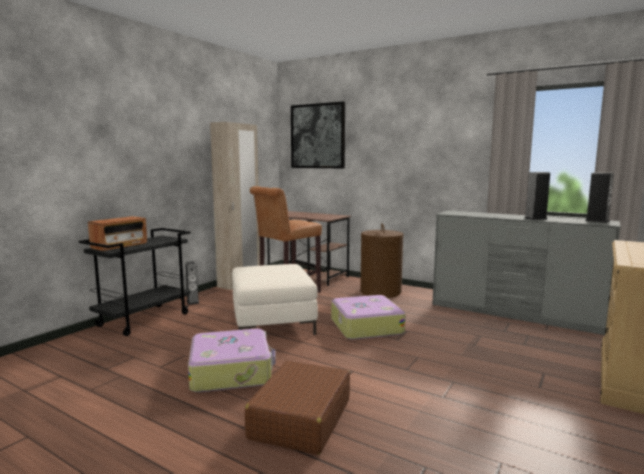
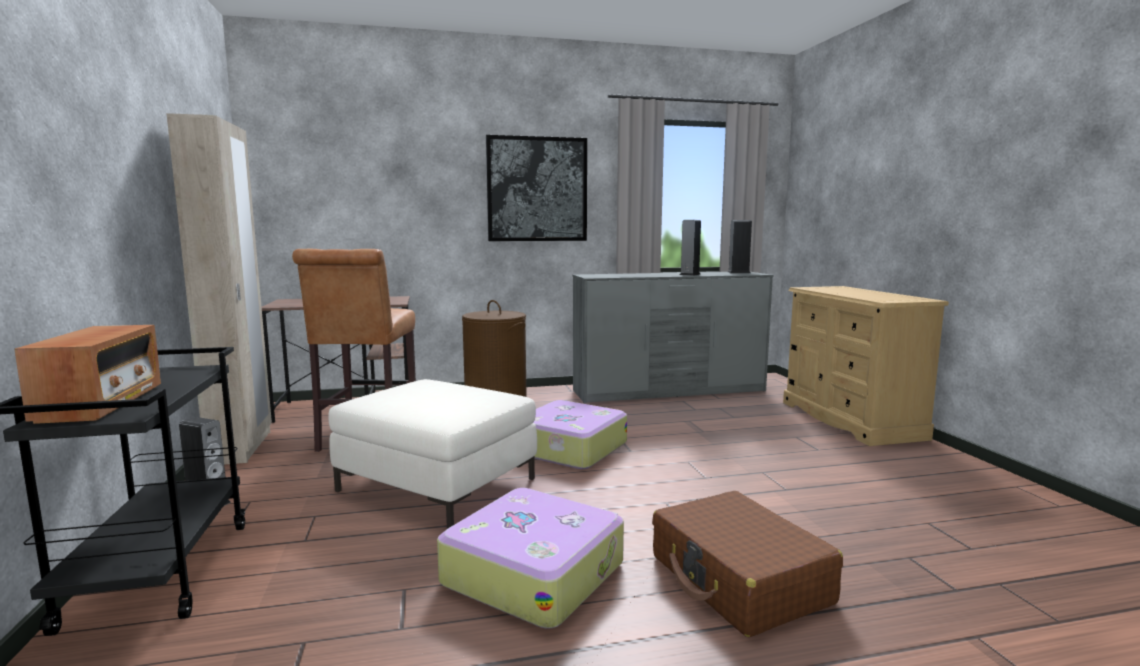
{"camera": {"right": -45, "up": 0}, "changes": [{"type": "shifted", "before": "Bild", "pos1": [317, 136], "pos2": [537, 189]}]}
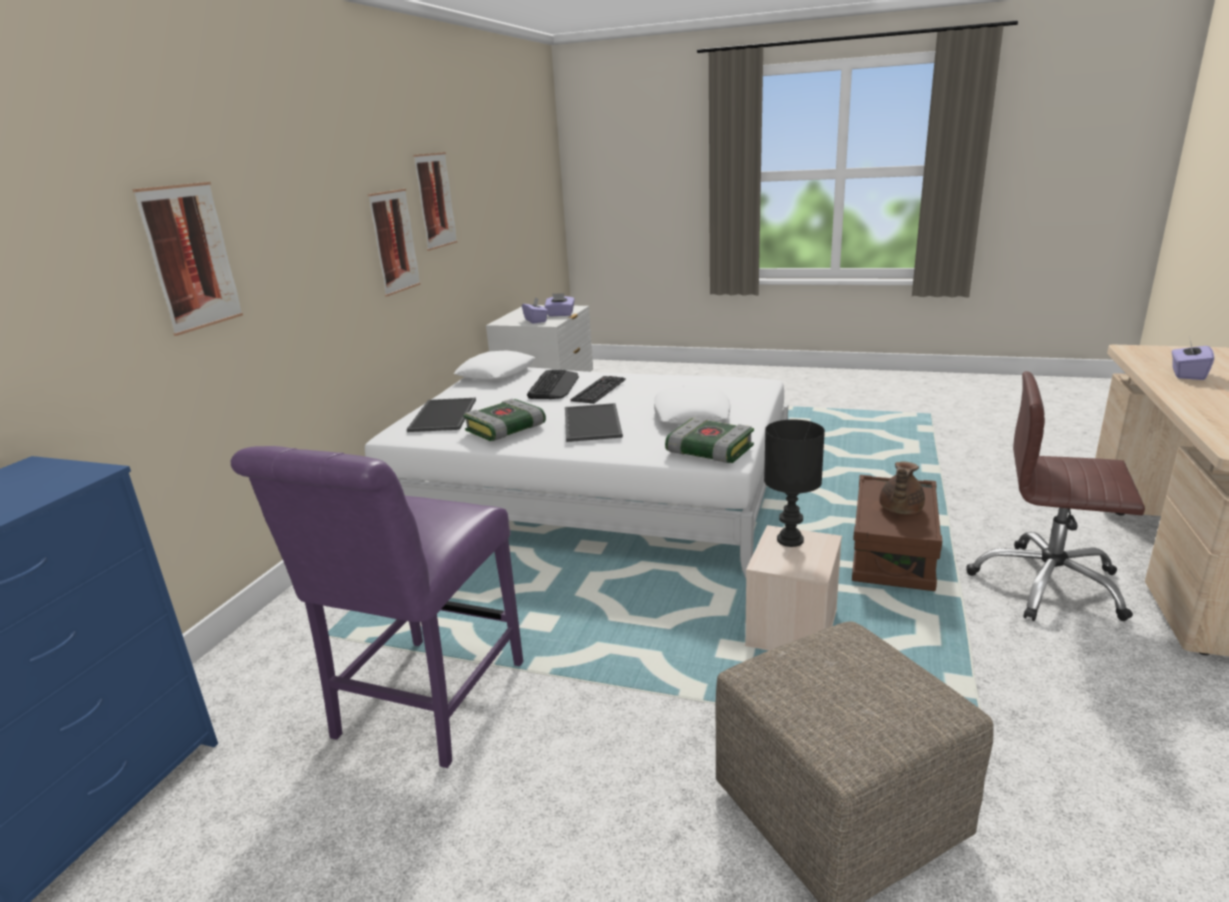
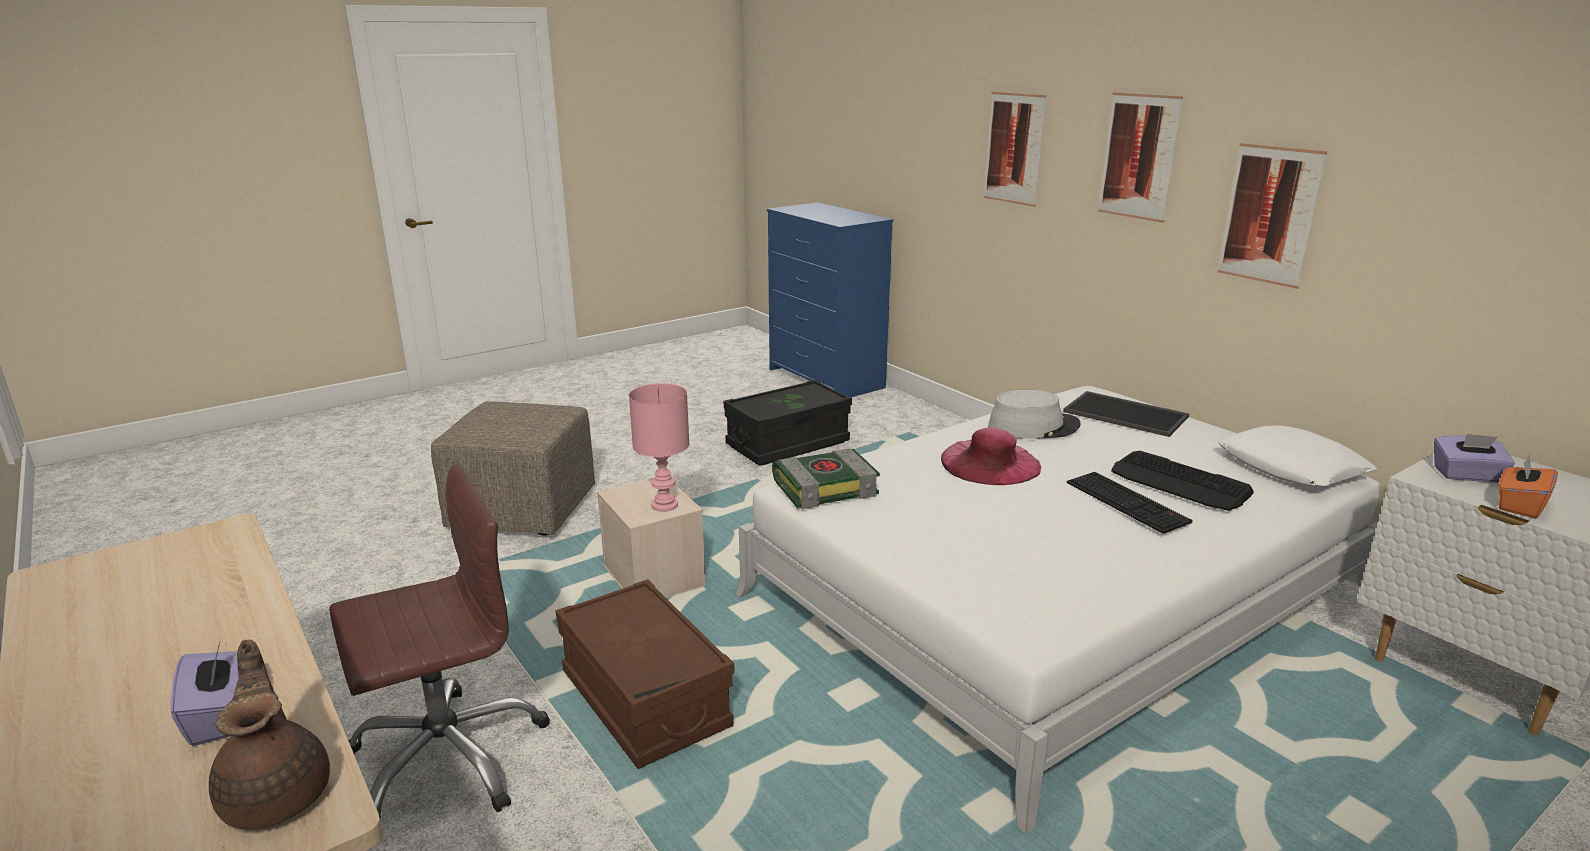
{"camera": {"right": 125, "up": 0}, "changes": [{"type": "shifted", "before": "Bild", "pos1": [435, 201], "pos2": [1139, 156]}, {"type": "repainted", "before": "Taschentuchbox [lila]", "after": "Taschentuchbox [orange]", "pos1": [560, 314], "pos2": [1519, 505]}, {"type": "gone", "before": "Kissen [weiß]", "pos1": [691, 414]}, {"type": "swapped", "before": "Buch", "after": "Hut [grau]", "pos1": [505, 429], "pos2": [1033, 426]}, {"type": "swapped", "before": "Tablett", "after": "Hut [rosa]", "pos1": [593, 423], "pos2": [990, 462]}, {"type": "repainted", "before": "Tischlampe [schwarz]", "after": "Tischlampe [rosa]", "pos1": [789, 540], "pos2": [665, 505]}, {"type": "swapped", "before": "Stuhl [lila]", "after": "Aufbewahrungsbox [schwarz]", "pos1": [423, 706], "pos2": [788, 444]}, {"type": "shifted", "before": "Teekanne [braun]", "pos1": [899, 510], "pos2": [278, 793]}]}
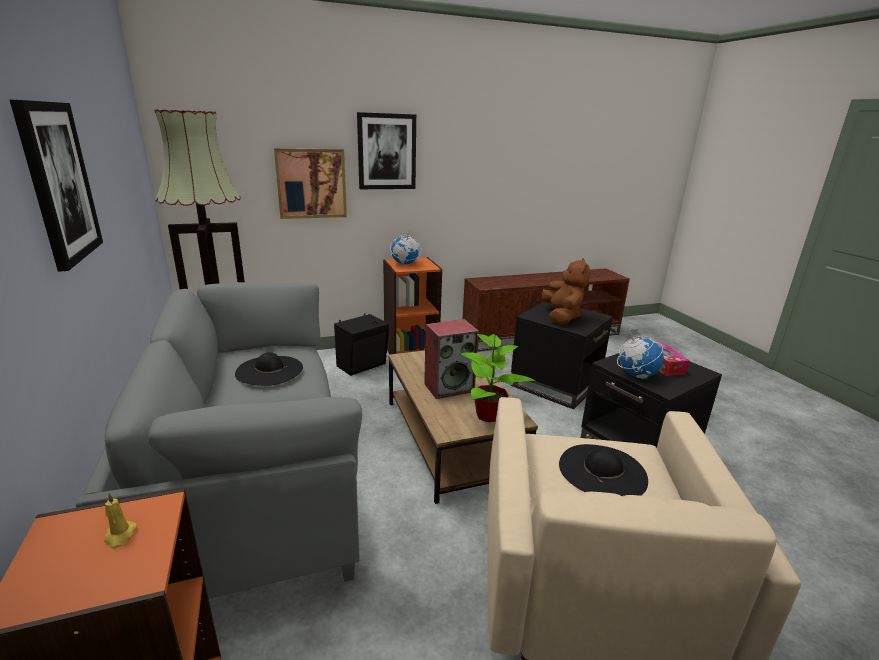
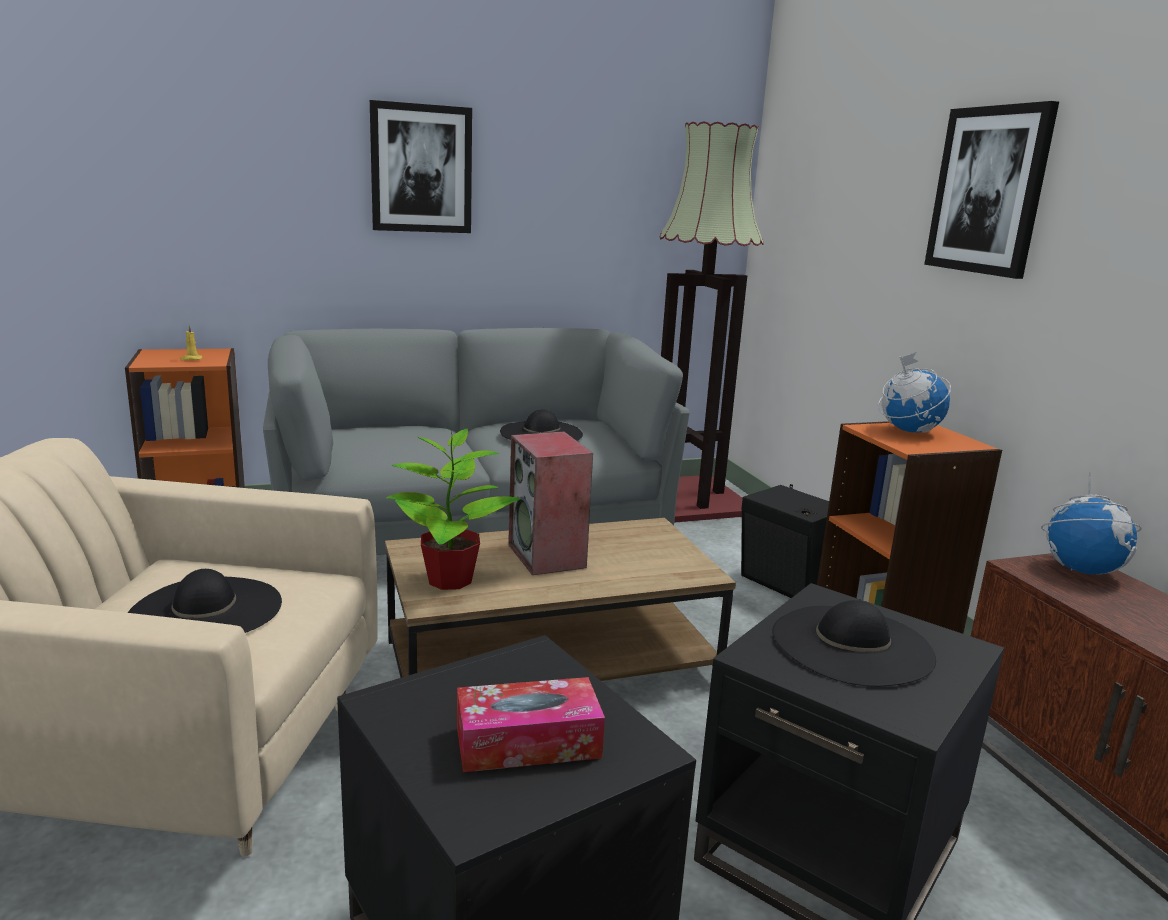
{"camera": {"right": 90, "up": -5}, "changes": [{"type": "gone", "before": "Bild", "pos1": [311, 183]}, {"type": "swapped", "before": "Plüschtier [braun]", "after": "Hut [schwarz]", "pos1": [561, 317], "pos2": [851, 645]}, {"type": "shifted", "before": "Globus", "pos1": [636, 375], "pos2": [1082, 570]}]}
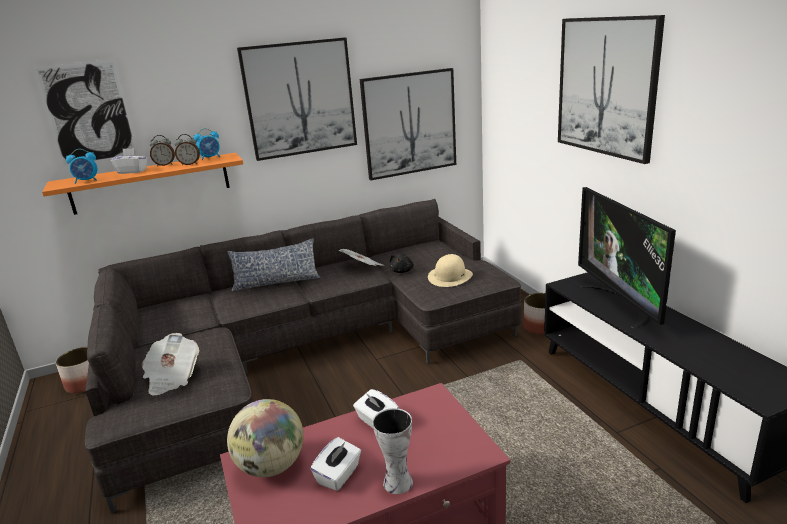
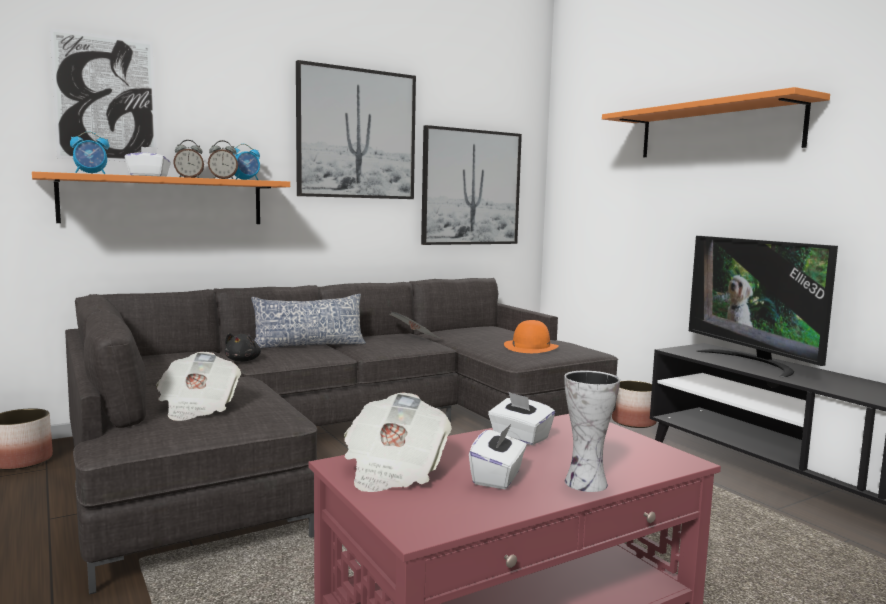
{"camera": {"right": -10, "up": -15}, "changes": [{"type": "swapped", "before": "Bild", "after": "Wandregal [orange]", "pos1": [606, 87], "pos2": [717, 130]}, {"type": "shifted", "before": "Plüschtier [schwarz]", "pos1": [402, 271], "pos2": [243, 360]}, {"type": "repainted", "before": "Hut [beige]", "after": "Hut [orange]", "pos1": [450, 276], "pos2": [531, 347]}, {"type": "swapped", "before": "Globus", "after": "Zeitung", "pos1": [271, 466], "pos2": [393, 470]}]}
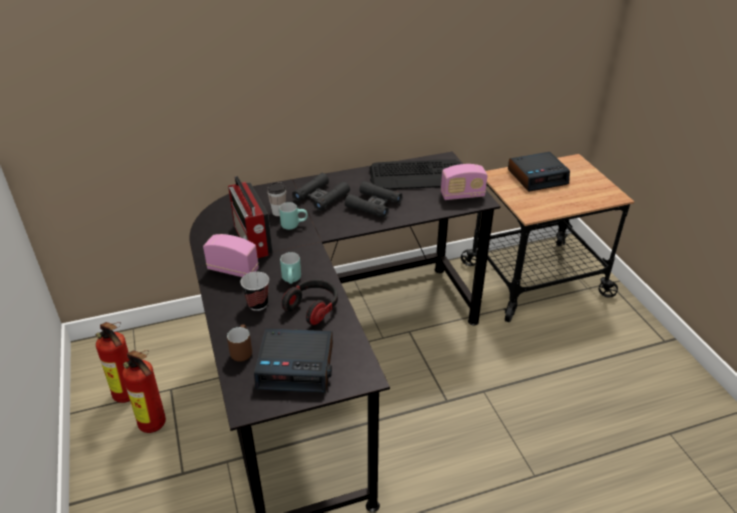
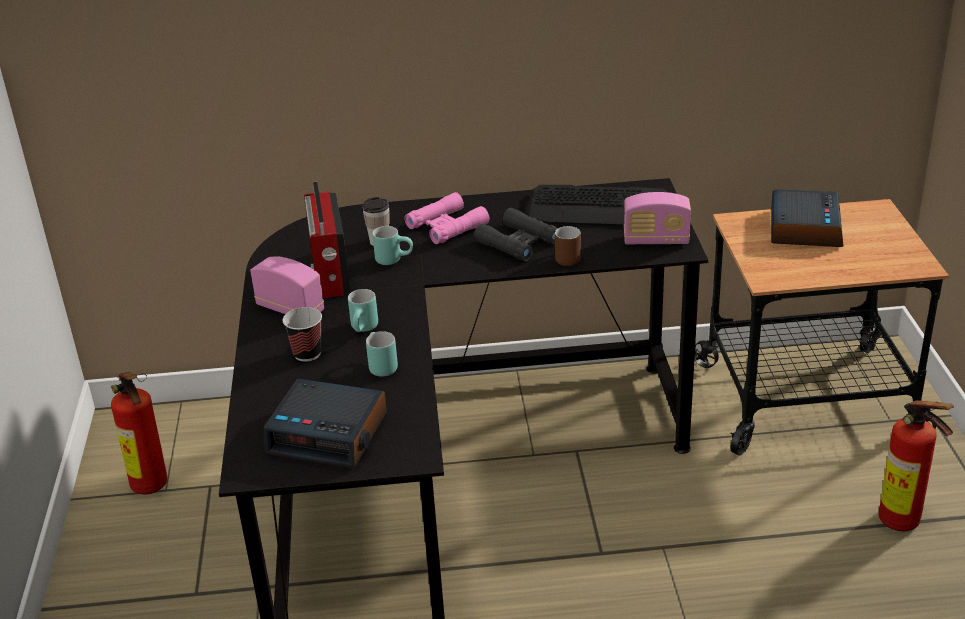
{"camera": {"right": 15, "up": -5}, "changes": [{"type": "rotated", "before": "Wecker", "pos1": [537, 177], "pos2": [804, 228], "turn": -75}, {"type": "repainted", "before": "Fernglas [schwarz]", "after": "Fernglas [rosa]", "pos1": [321, 197], "pos2": [447, 226]}, {"type": "swapped", "before": "Kopfhörer", "after": "Henkelbecher [türkis]", "pos1": [313, 308], "pos2": [379, 366]}, {"type": "shifted", "before": "Henkelbecher [braun]", "pos1": [241, 350], "pos2": [567, 257]}, {"type": "shifted", "before": "Feuerlöscher", "pos1": [154, 426], "pos2": [903, 524]}]}
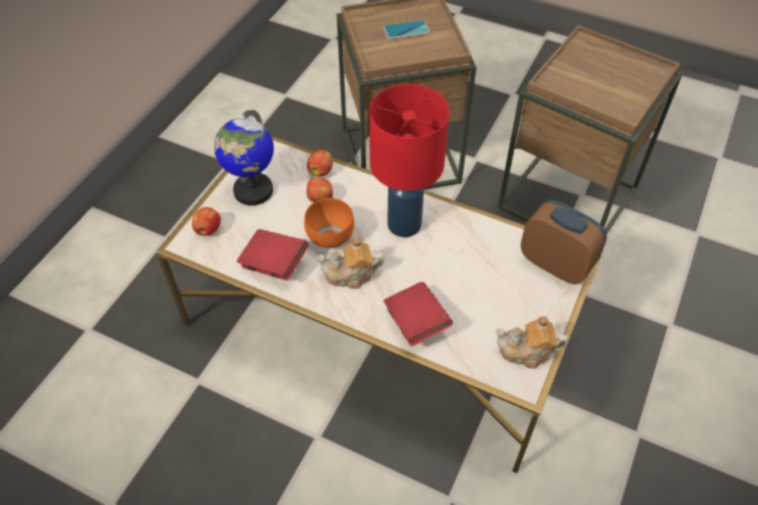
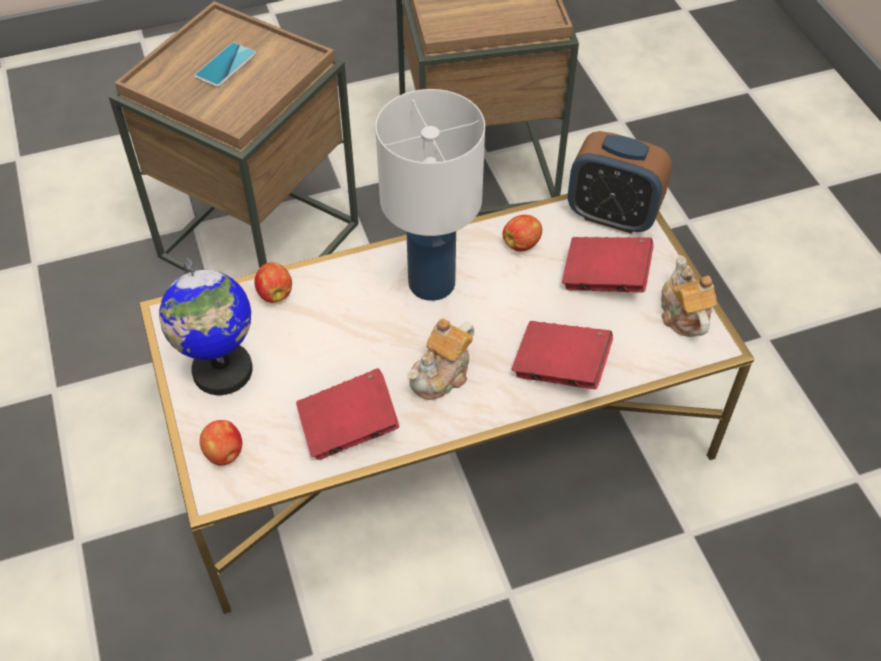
{"camera": {"right": -45, "up": 0}, "changes": [{"type": "repainted", "before": "Tischlampe [rot]", "after": "Tischlampe [weiß]", "pos1": [404, 223], "pos2": [430, 282]}, {"type": "shifted", "before": "Apfel", "pos1": [320, 199], "pos2": [522, 244]}, {"type": "gone", "before": "Schüssel [orange]", "pos1": [328, 237]}, {"type": "rotated", "before": "Wecker", "pos1": [555, 264], "pos2": [612, 215], "turn": -150}, {"type": "rotated", "before": "Teekanne", "pos1": [526, 352], "pos2": [683, 315], "turn": 120}, {"type": "new", "after": "Buch [rot]", "pos2": [605, 278]}]}
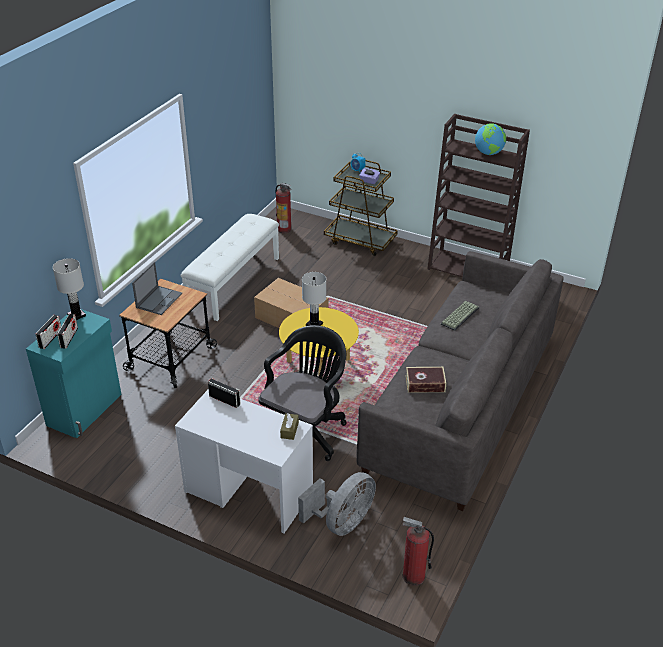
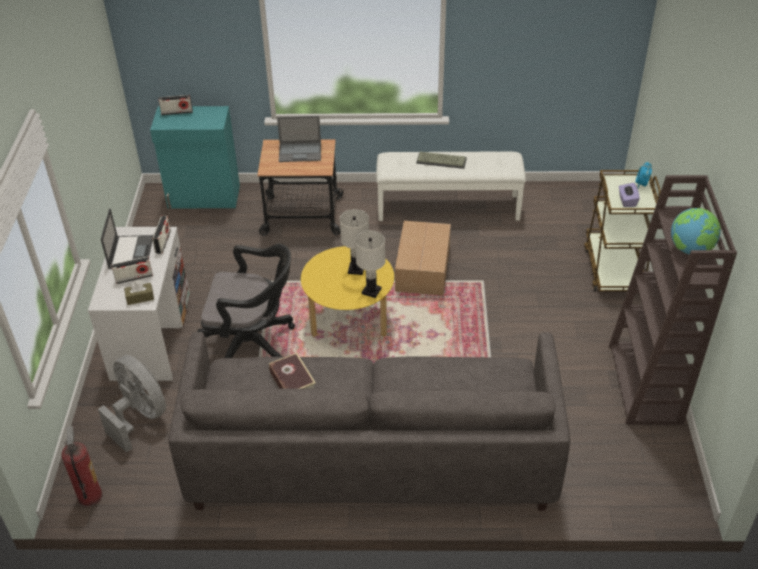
{"camera": {"right": 65, "up": 5}, "changes": [{"type": "gone", "before": "Feuerlöscher", "pos1": [284, 229]}, {"type": "shifted", "before": "Tischlampe [weiß]", "pos1": [76, 315], "pos2": [371, 291]}, {"type": "shifted", "before": "Tastatur", "pos1": [459, 315], "pos2": [442, 160]}, {"type": "shifted", "before": "Radio", "pos1": [69, 338], "pos2": [134, 278]}, {"type": "rotated", "before": "Ventilator [grau]", "pos1": [342, 522], "pos2": [139, 416], "turn": -150}, {"type": "new", "after": "Laptop", "pos2": [131, 252]}]}
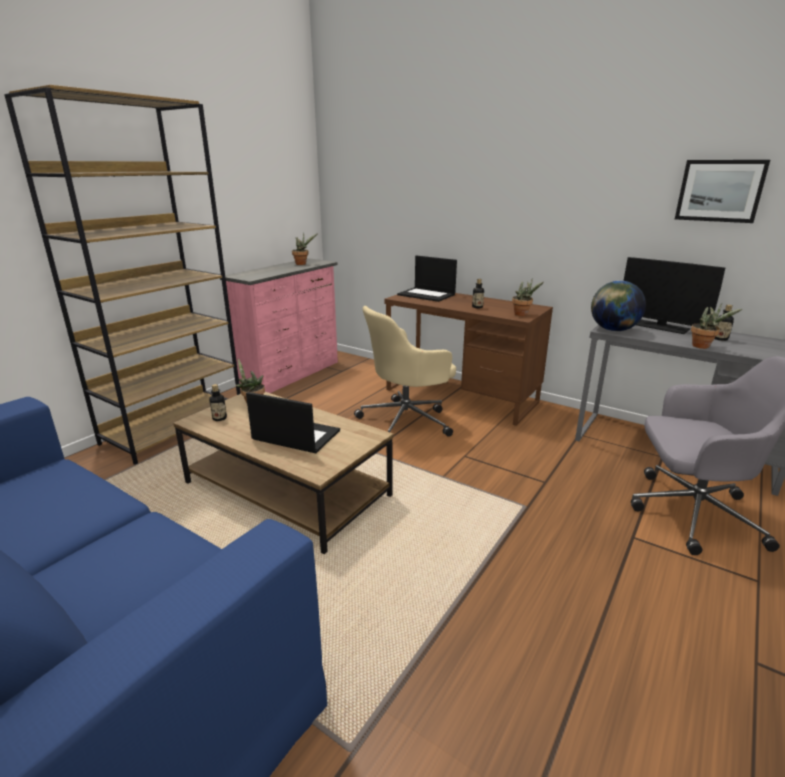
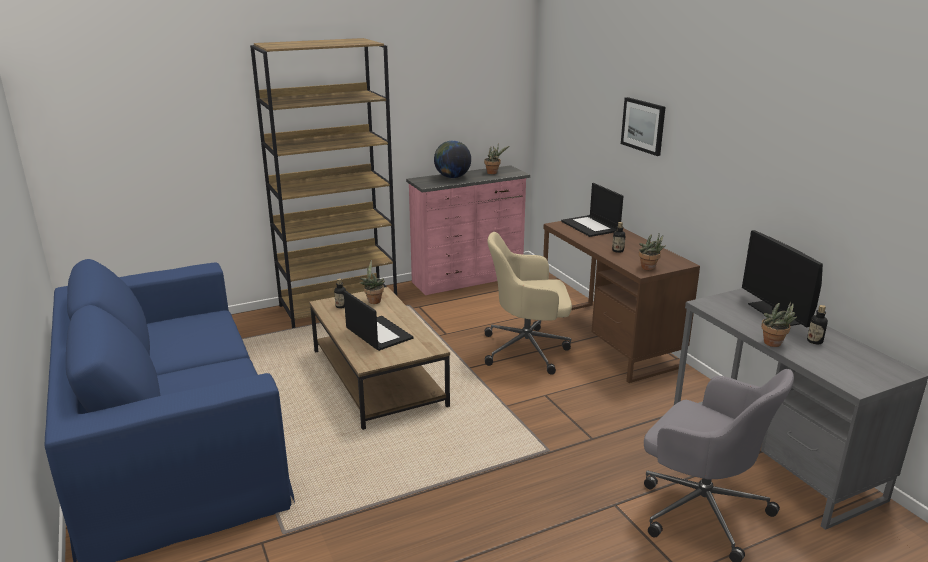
{"camera": {"right": 30, "up": 0}, "changes": [{"type": "shifted", "before": "Bild", "pos1": [720, 191], "pos2": [643, 125]}, {"type": "shifted", "before": "Globus", "pos1": [613, 330], "pos2": [452, 177]}]}
